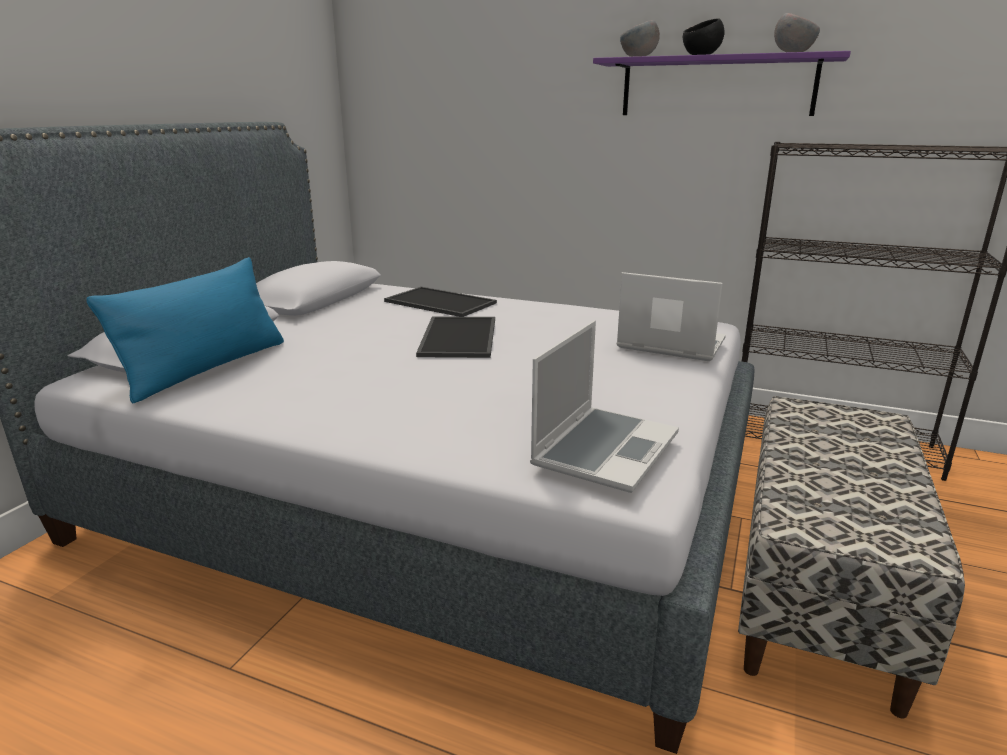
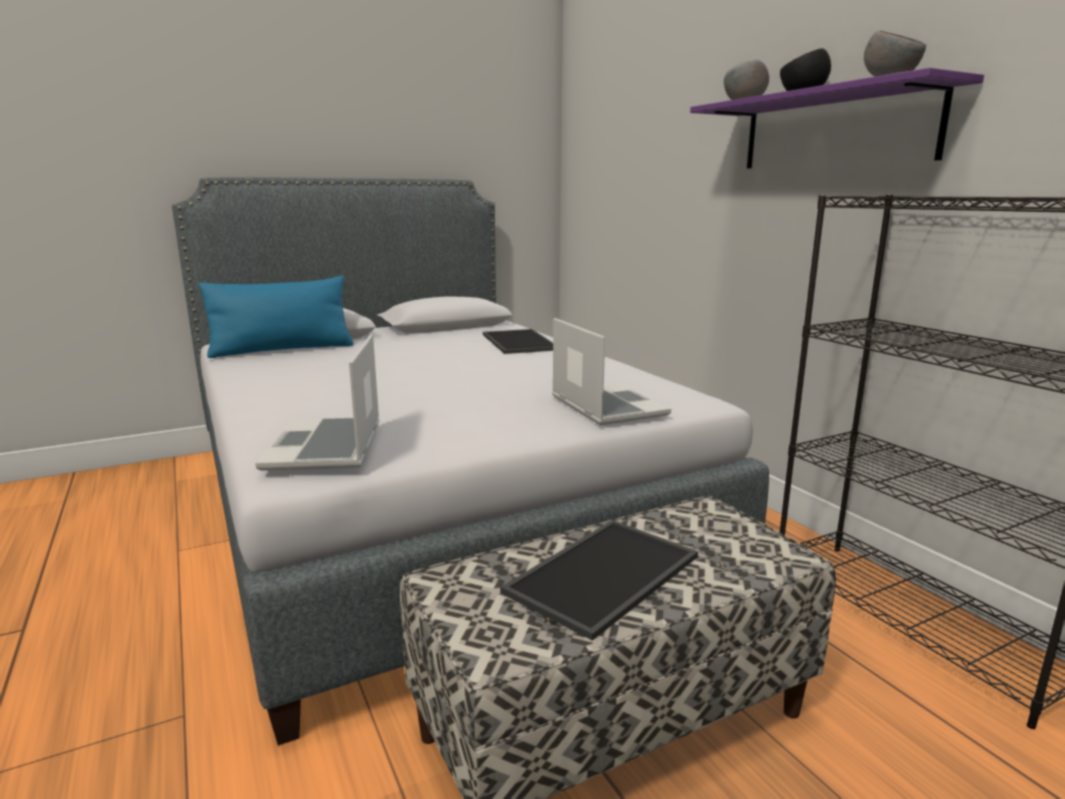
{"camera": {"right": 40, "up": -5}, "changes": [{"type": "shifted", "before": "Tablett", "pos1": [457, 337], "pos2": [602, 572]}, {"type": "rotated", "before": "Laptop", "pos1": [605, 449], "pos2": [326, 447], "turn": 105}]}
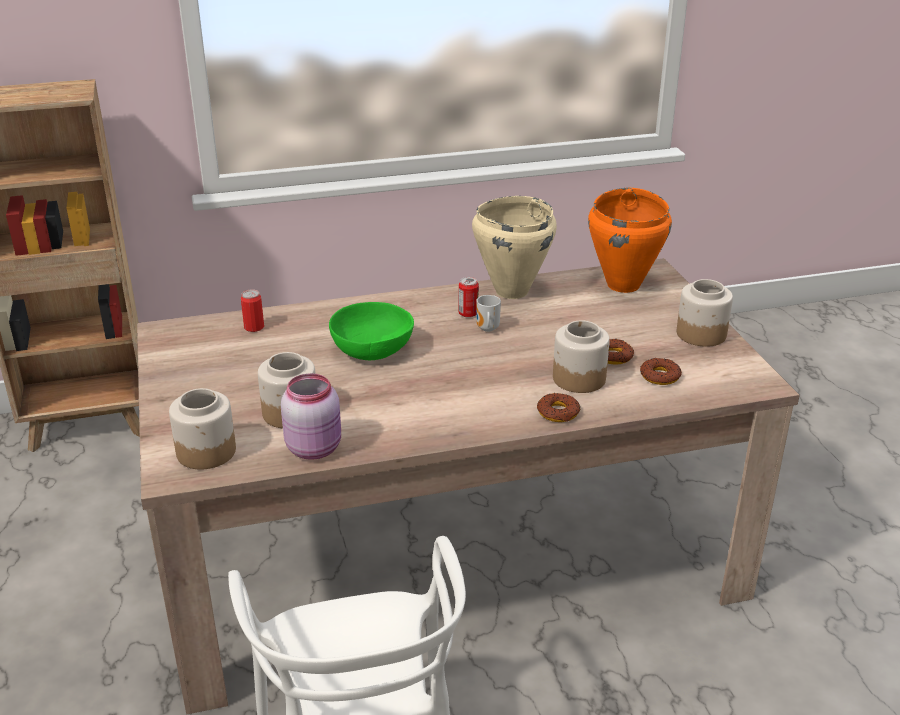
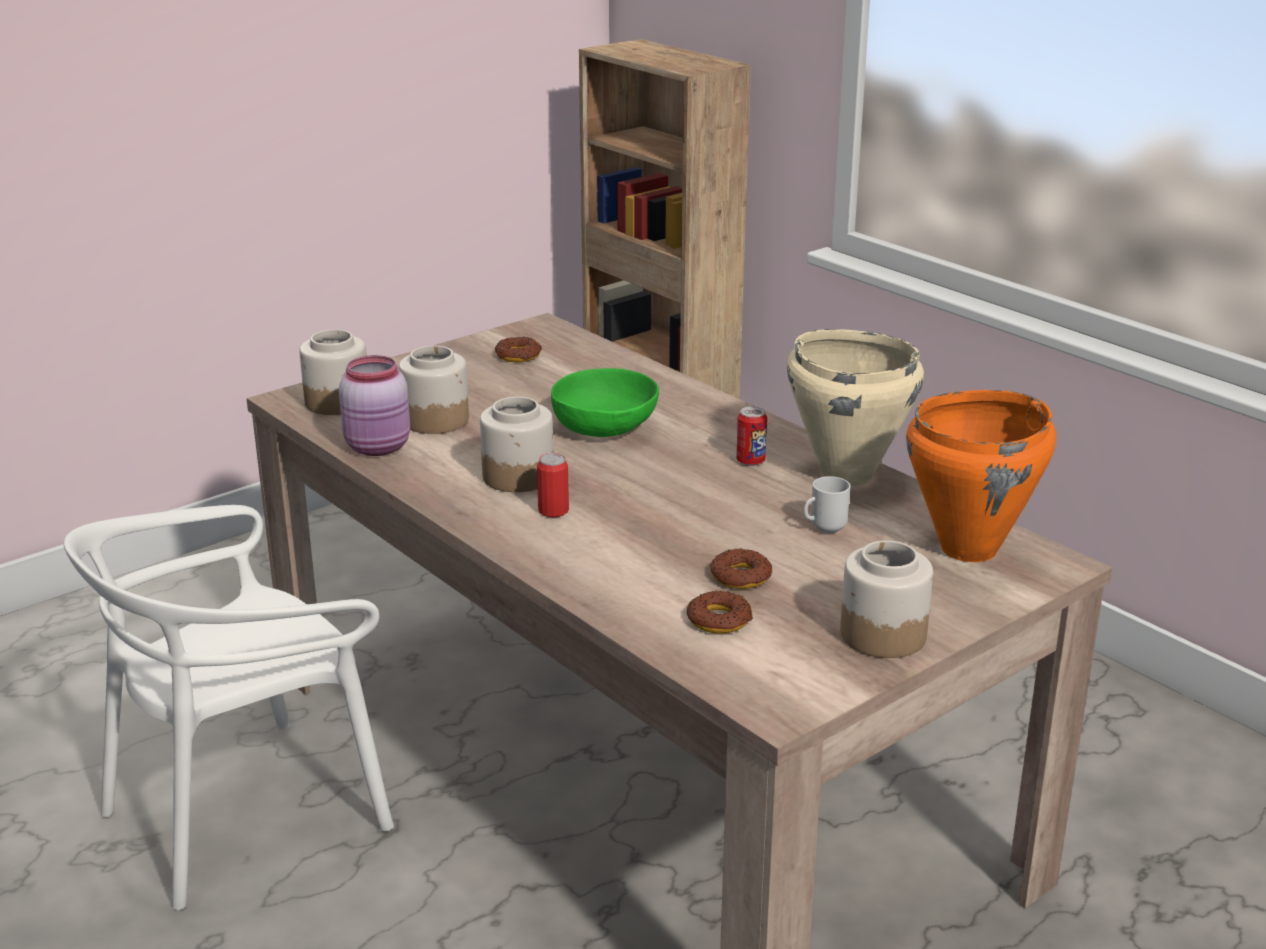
{"camera": {"right": 65, "up": -5}, "changes": [{"type": "shifted", "before": "Dose", "pos1": [254, 327], "pos2": [553, 511]}, {"type": "shifted", "before": "Henkelbecher", "pos1": [486, 329], "pos2": [825, 528]}, {"type": "shifted", "before": "Vorratsglas", "pos1": [578, 378], "pos2": [519, 476]}, {"type": "shifted", "before": "Donut", "pos1": [558, 412], "pos2": [518, 355]}]}
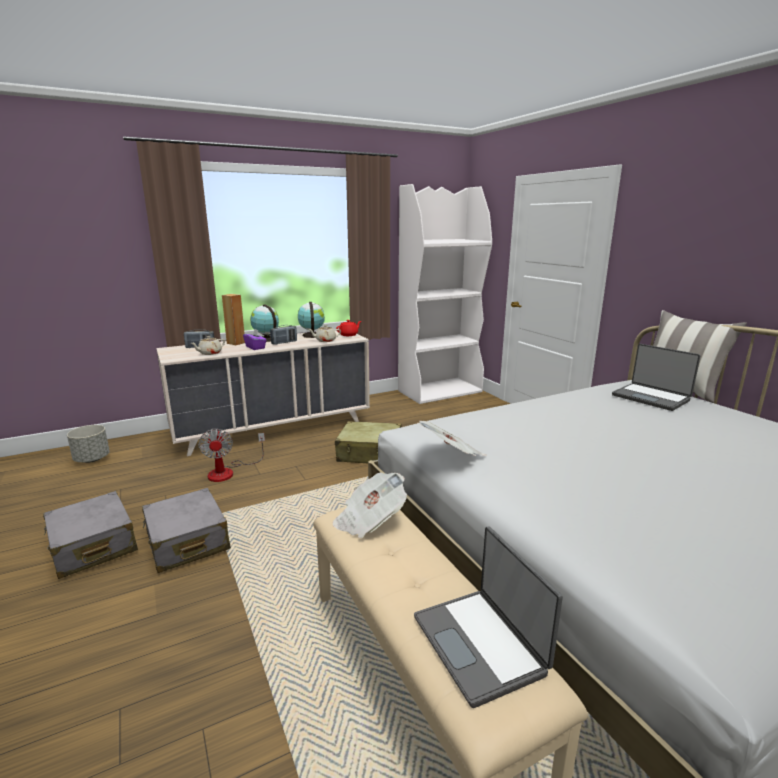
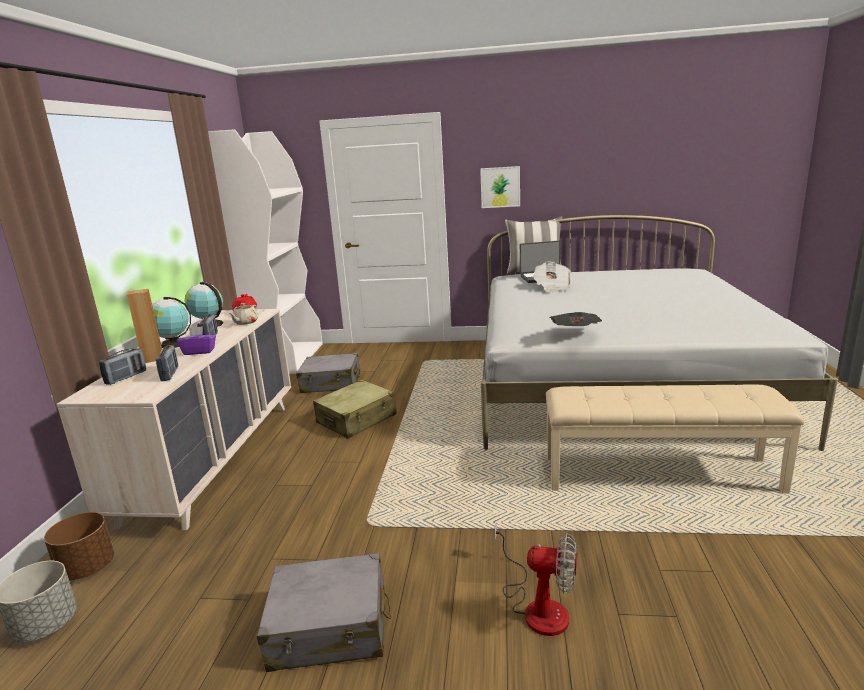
{"camera": {"right": -55, "up": 0}, "changes": [{"type": "swapped", "before": "Teekanne [beige]", "after": "Radio", "pos1": [209, 353], "pos2": [170, 374]}, {"type": "shifted", "before": "Ventilator", "pos1": [228, 471], "pos2": [537, 606]}, {"type": "shifted", "before": "Zeitung", "pos1": [369, 520], "pos2": [552, 288]}, {"type": "shifted", "before": "Koffer [grau]", "pos1": [187, 541], "pos2": [331, 383]}, {"type": "gone", "before": "Laptop", "pos1": [480, 644]}, {"type": "new", "after": "Bild", "pos2": [500, 187]}, {"type": "new", "after": "Pflanzkübel [braun]", "pos2": [87, 568]}]}
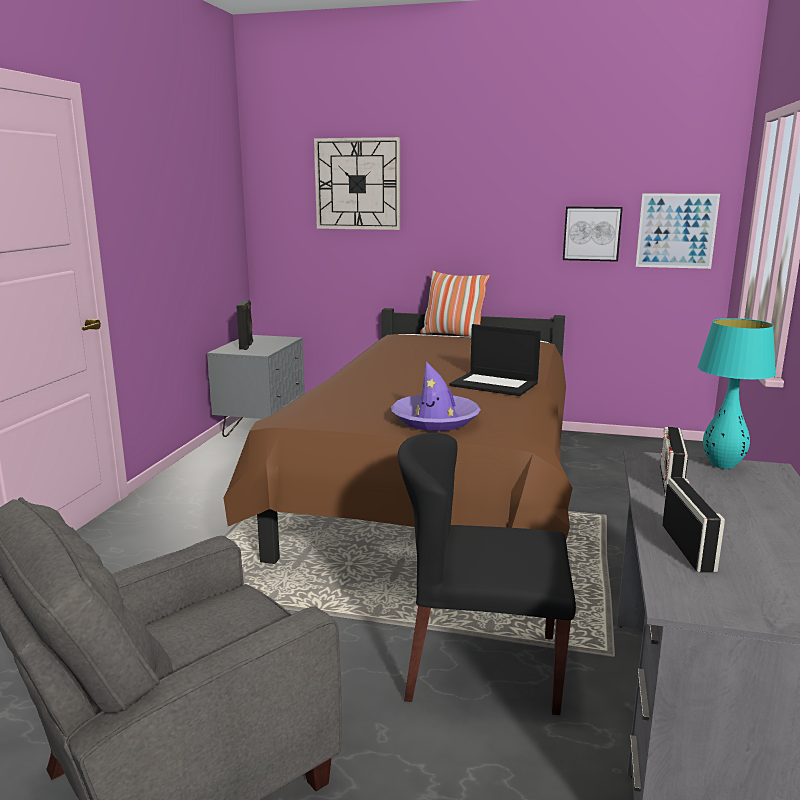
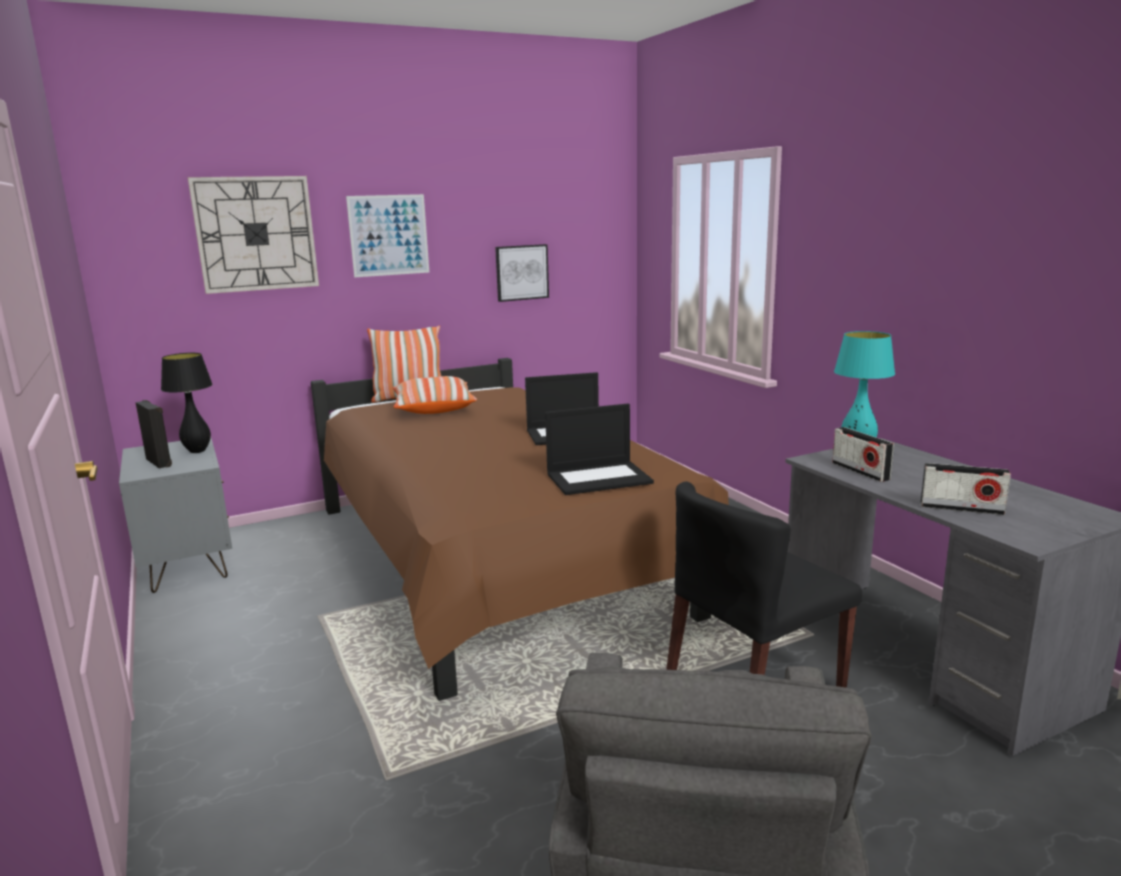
{"camera": {"right": -40, "up": 0}, "changes": [{"type": "shifted", "before": "Bild", "pos1": [676, 231], "pos2": [389, 235]}, {"type": "swapped", "before": "Hut [lila]", "after": "Laptop", "pos1": [435, 420], "pos2": [599, 478]}, {"type": "rotated", "before": "Radio", "pos1": [688, 548], "pos2": [961, 508], "turn": 150}, {"type": "new", "after": "Tischlampe [schwarz]", "pos2": [198, 451]}, {"type": "new", "after": "Kissen", "pos2": [433, 409]}]}
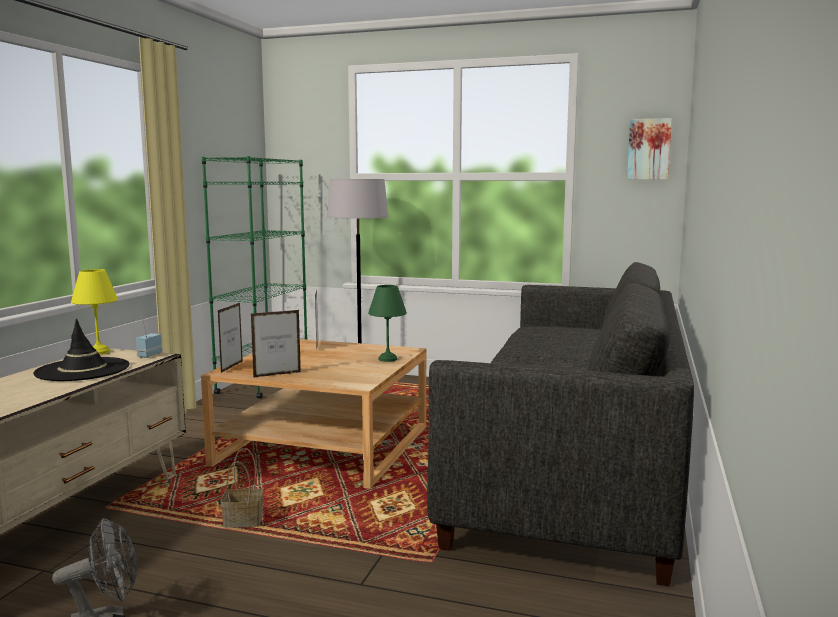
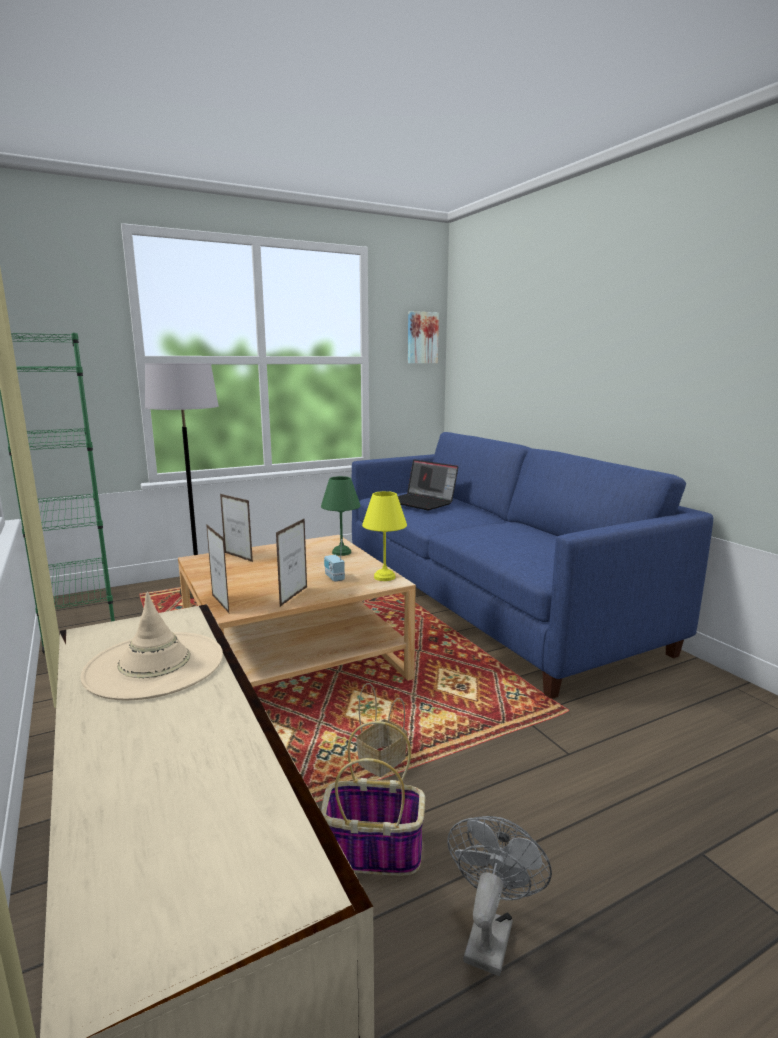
{"camera": {"right": -45, "up": 5}, "changes": [{"type": "repainted", "before": "Sofa [grau]", "after": "Sofa [blau]", "pos1": [574, 464], "pos2": [489, 601]}, {"type": "shifted", "before": "Tischlampe [gelb]", "pos1": [99, 352], "pos2": [385, 577]}, {"type": "shifted", "before": "Radio", "pos1": [149, 355], "pos2": [333, 577]}, {"type": "repainted", "before": "Hut [schwarz]", "after": "Hut [beige]", "pos1": [83, 370], "pos2": [155, 665]}, {"type": "new", "after": "Laptop", "pos2": [421, 502]}, {"type": "new", "after": "Korb", "pos2": [372, 851]}]}
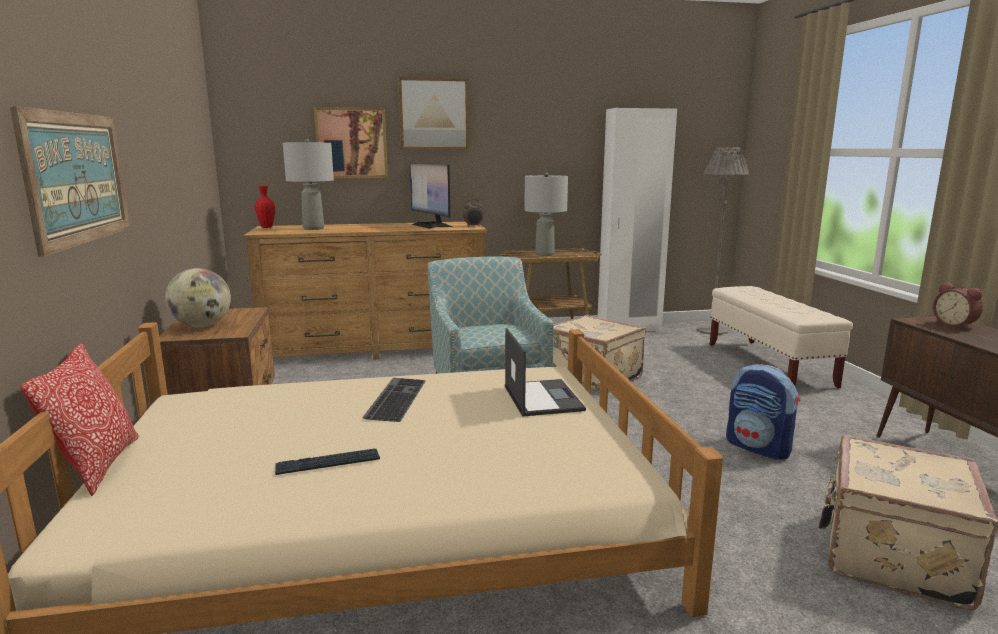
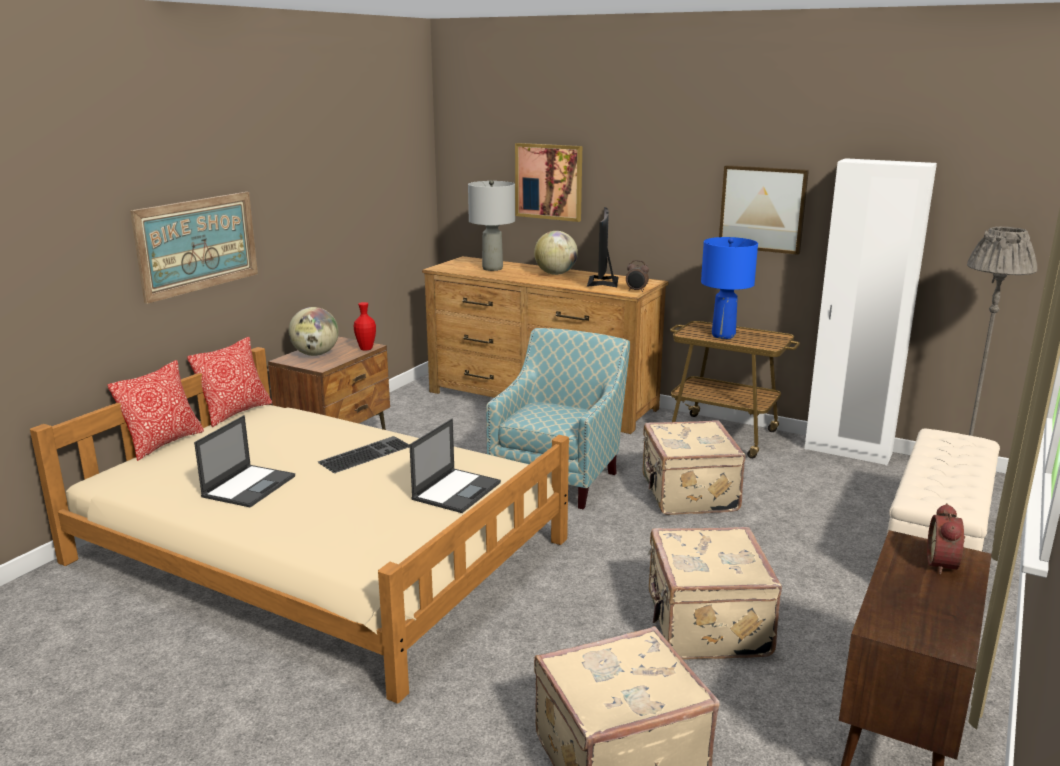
{"camera": {"right": 40, "up": 5}, "changes": [{"type": "shifted", "before": "Bild", "pos1": [433, 114], "pos2": [762, 209]}, {"type": "repainted", "before": "Tischlampe [grau]", "after": "Tischlampe [blau]", "pos1": [545, 254], "pos2": [724, 335]}, {"type": "shifted", "before": "Vase [rot]", "pos1": [267, 227], "pos2": [366, 349]}, {"type": "swapped", "before": "Rucksack", "after": "Koffer [beige]", "pos1": [759, 448], "pos2": [705, 625]}, {"type": "swapped", "before": "Tastatur", "after": "Laptop", "pos1": [328, 463], "pos2": [249, 486]}, {"type": "new", "after": "Globus", "pos2": [555, 274]}, {"type": "new", "after": "Kissen", "pos2": [235, 412]}]}
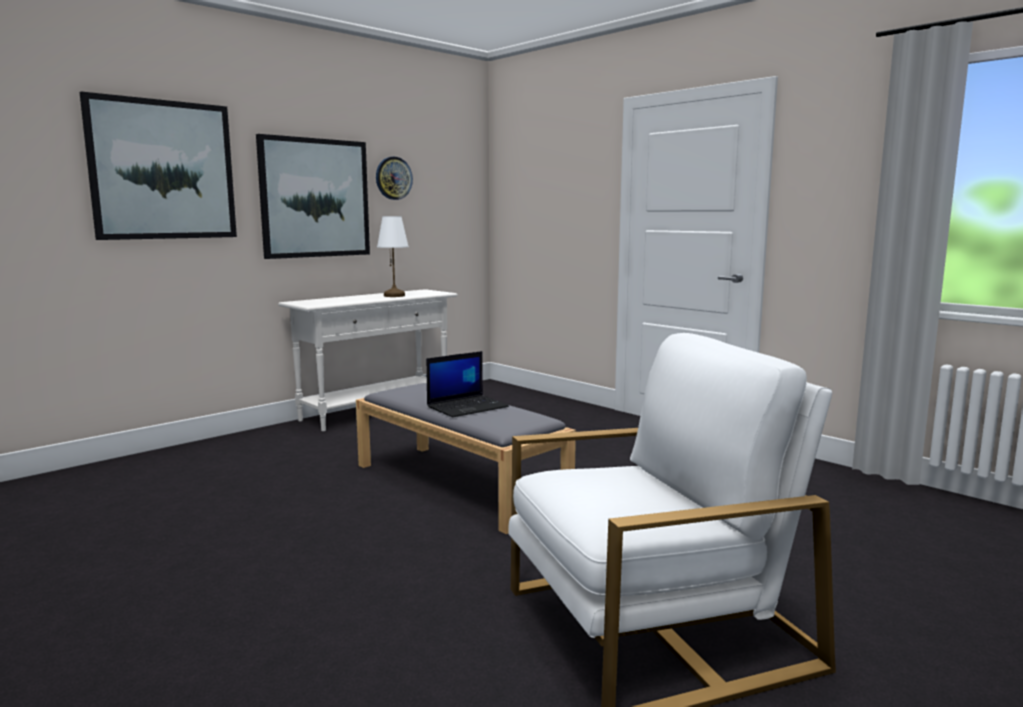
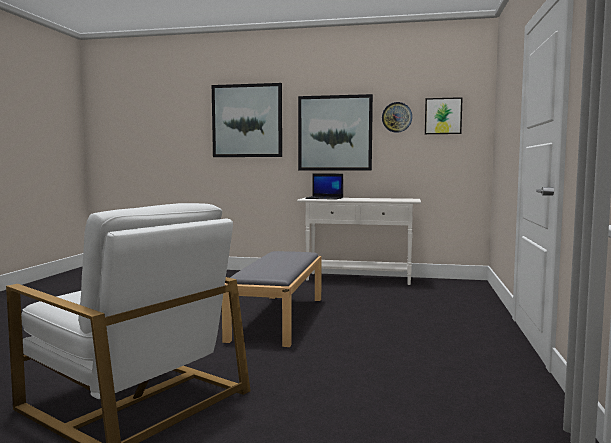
{"camera": {"right": 55, "up": -5}, "changes": [{"type": "gone", "before": "Tischlampe [weiß]", "pos1": [394, 295]}, {"type": "shifted", "before": "Laptop", "pos1": [467, 407], "pos2": [325, 198]}, {"type": "new", "after": "Bild", "pos2": [443, 116]}]}
